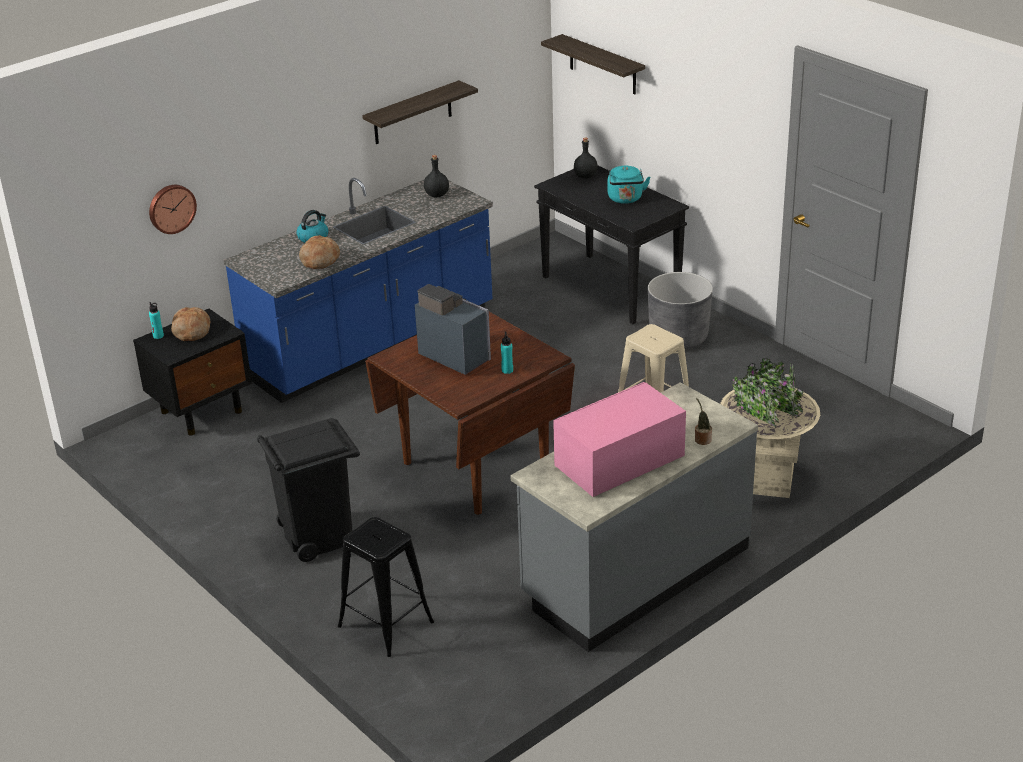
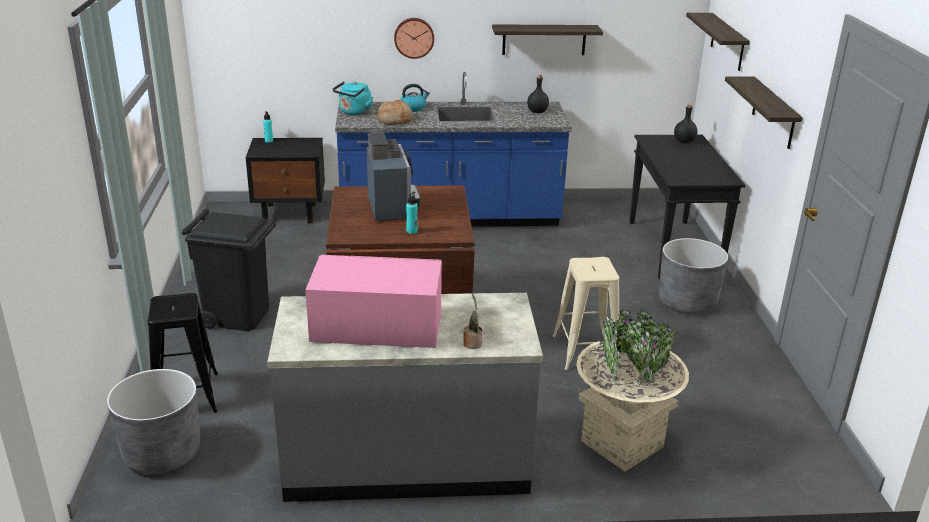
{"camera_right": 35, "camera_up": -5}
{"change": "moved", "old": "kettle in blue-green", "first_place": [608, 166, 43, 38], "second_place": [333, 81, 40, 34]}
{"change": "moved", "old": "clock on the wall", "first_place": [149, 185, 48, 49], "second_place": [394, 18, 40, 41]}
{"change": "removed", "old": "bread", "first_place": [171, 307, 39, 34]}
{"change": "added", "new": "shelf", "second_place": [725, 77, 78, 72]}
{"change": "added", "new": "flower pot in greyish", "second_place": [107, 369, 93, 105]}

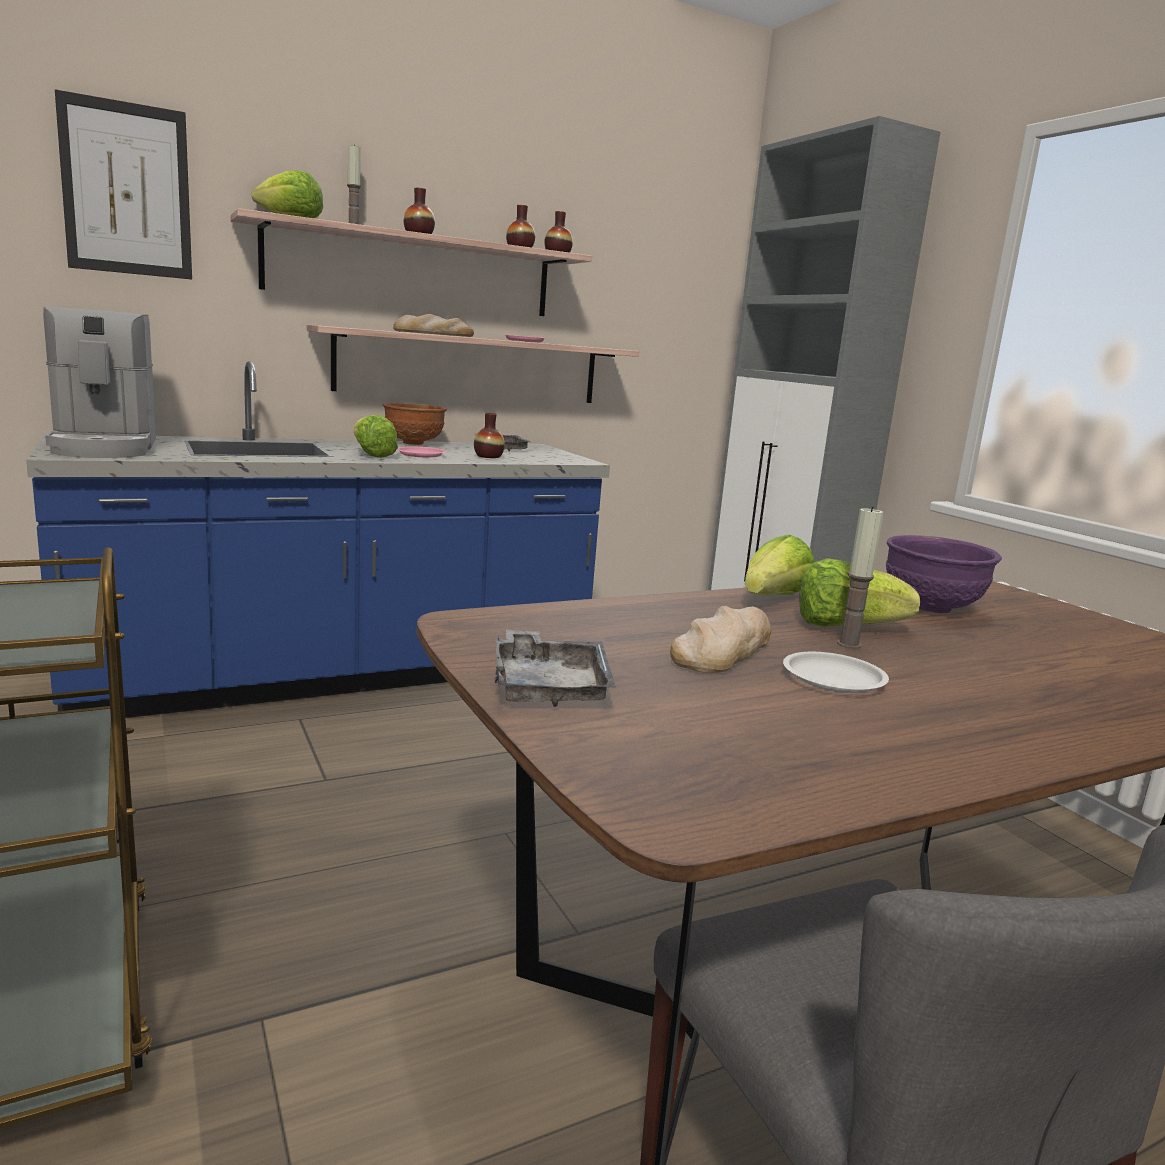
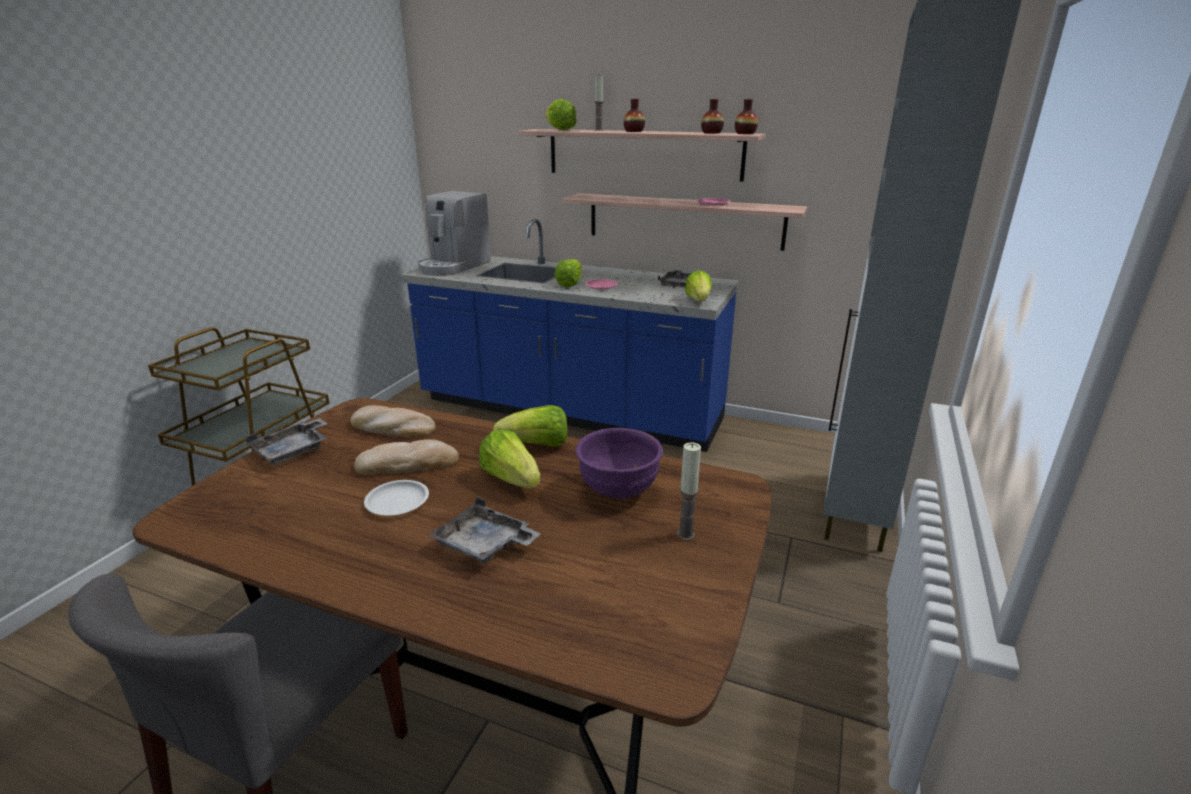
{"camera_right": 50, "camera_up": 10}
{"change": "removed", "old": "wall picture", "first_place": [55, 89, 137, 190]}
{"change": "moved", "old": "bread", "first_place": [393, 314, 81, 23], "second_place": [350, 405, 86, 33]}
{"change": "removed", "old": "bowl in brownish", "first_place": [383, 403, 64, 42]}
{"change": "removed", "old": "vase", "first_place": [474, 413, 31, 45]}
{"change": "moved", "old": "candle", "first_place": [837, 506, 47, 143], "second_place": [677, 442, 24, 99]}
{"change": "added", "new": "lettuce", "second_place": [685, 270, 27, 31]}
{"change": "added", "new": "serving tray in greyish", "second_place": [429, 497, 112, 66]}

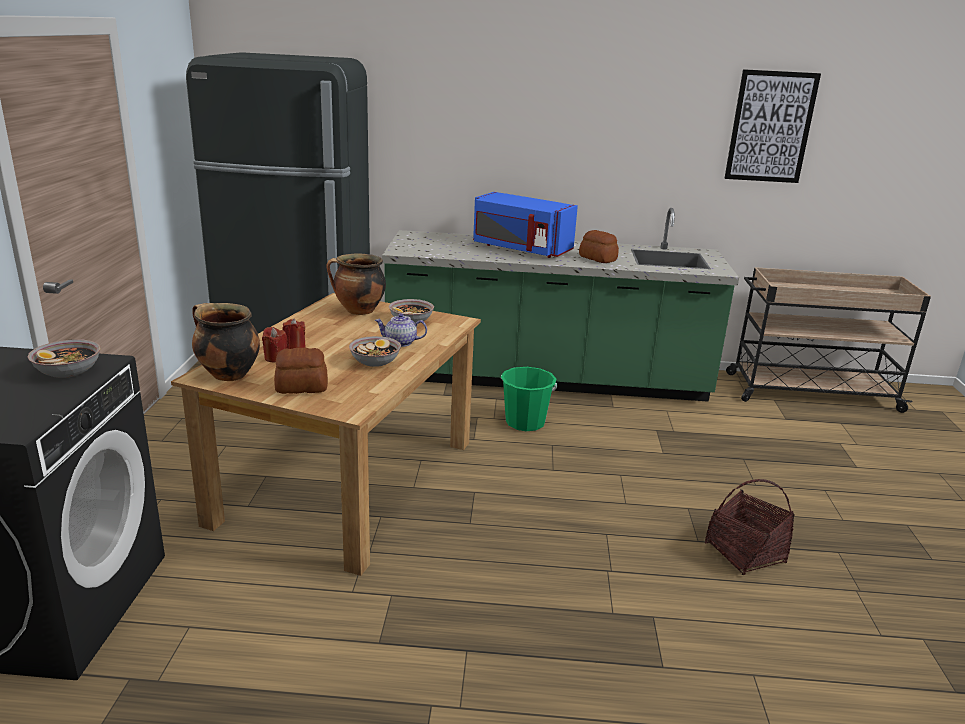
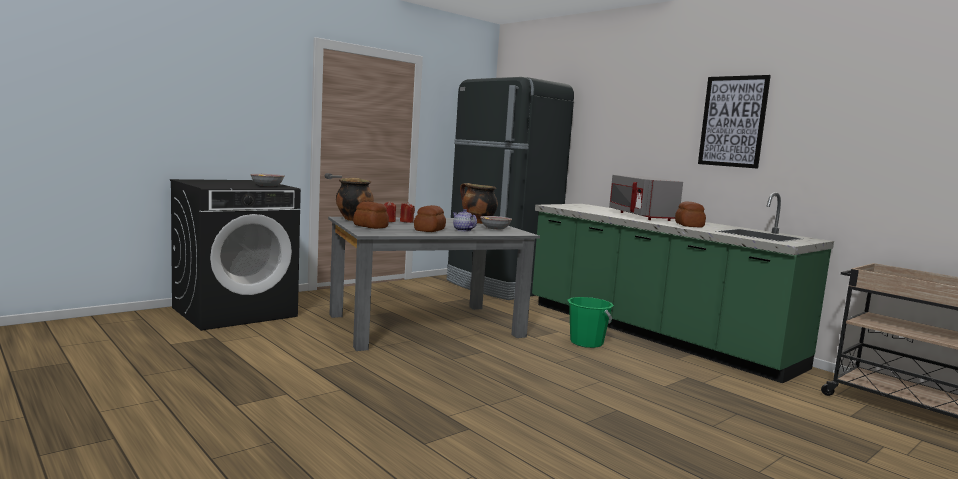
{"camera_right": 45, "camera_up": -15}
{"change": "moved", "old": "wall picture", "first_place": [725, 69, 96, 114], "second_place": [698, 75, 73, 94]}
{"change": "recoloured", "old": "microwave in bluish", "new": "microwave in greyish", "first_place": [473, 192, 105, 66], "second_place": [609, 175, 74, 46]}
{"change": "recoloured", "old": "kitchen table in brownish", "new": "kitchen table in greyish", "first_place": [171, 293, 310, 283], "second_place": [328, 217, 212, 134]}
{"change": "replaced", "old": "bowl", "new": "bread", "first_place": [349, 336, 52, 31], "second_place": [414, 205, 32, 27]}
{"change": "removed", "old": "storage basket", "first_place": [705, 479, 90, 96]}

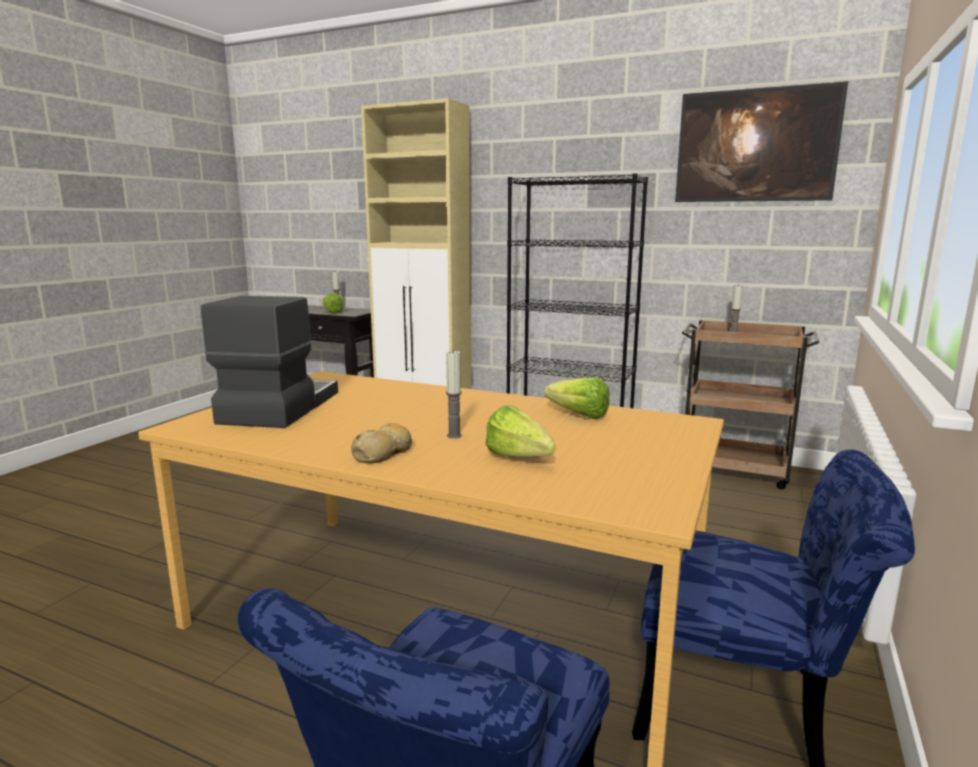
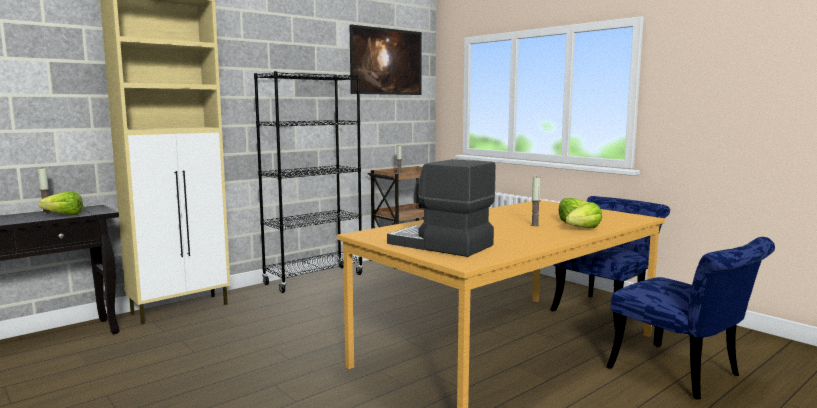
{"camera_right": -65, "camera_up": -5}
{"change": "moved", "old": "lettuce", "first_place": [545, 377, 64, 42], "second_place": [566, 202, 36, 26]}
{"change": "removed", "old": "bread", "first_place": [351, 423, 61, 41]}

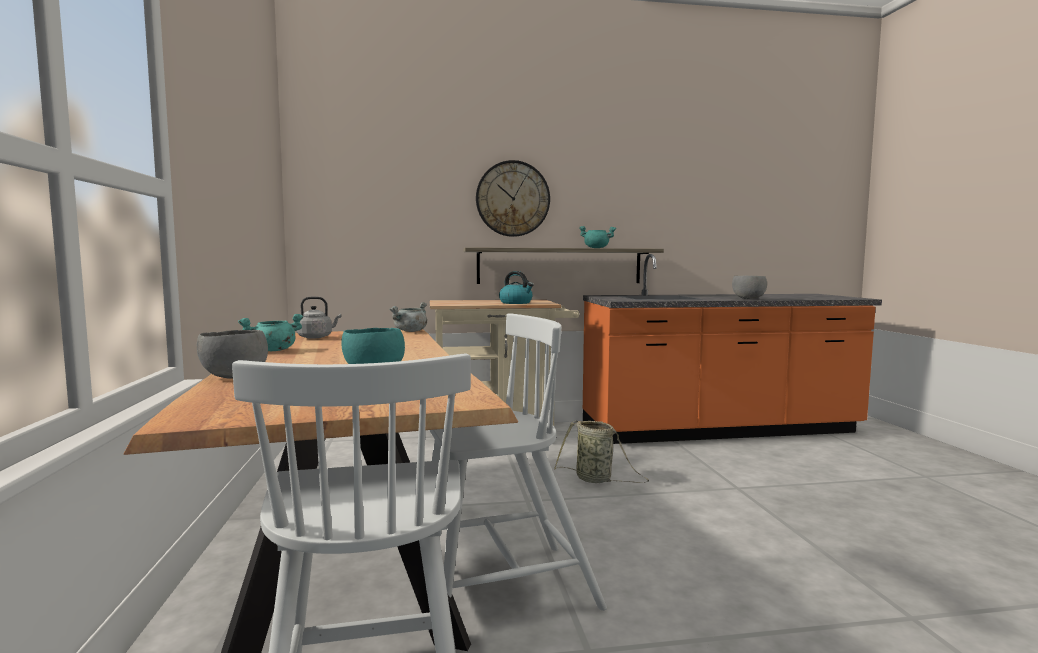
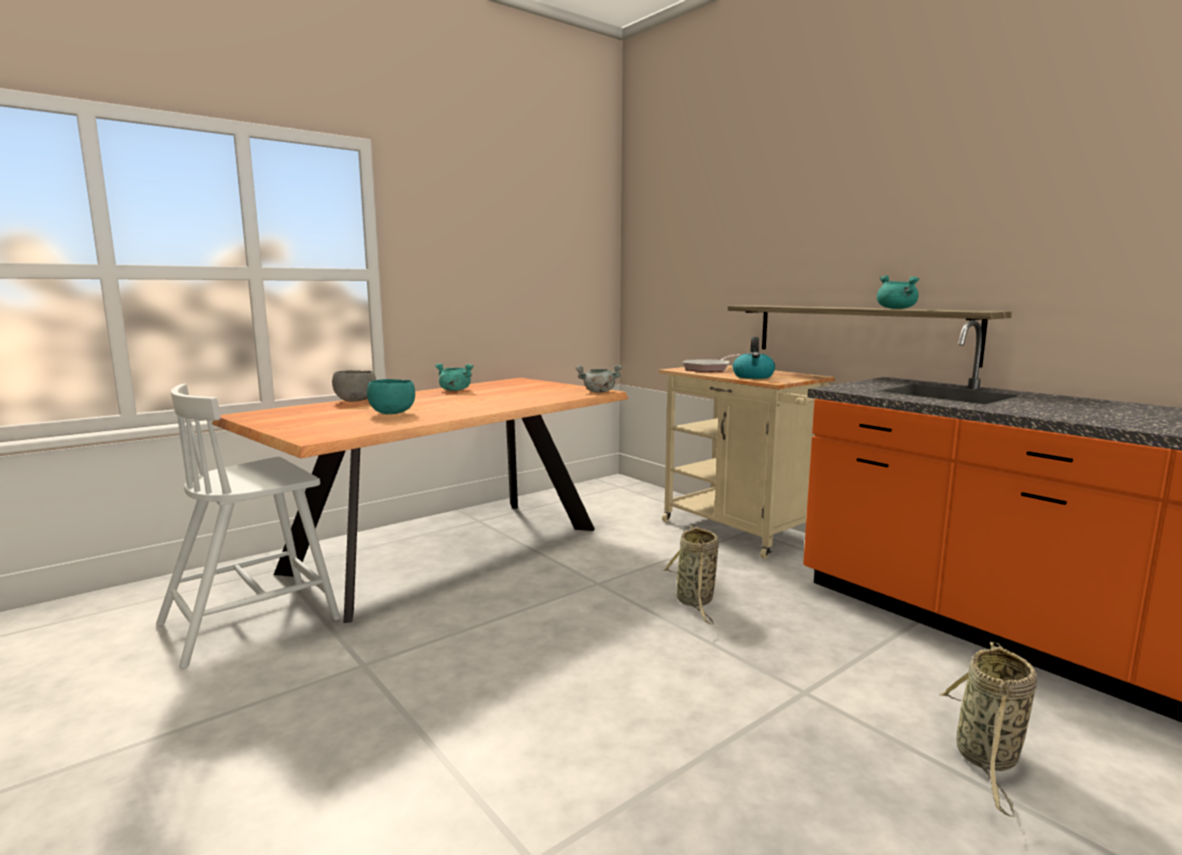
{"camera_right": 60, "camera_up": 5}
{"change": "removed", "old": "clock on the wall", "first_place": [476, 160, 74, 77]}
{"change": "removed", "old": "bowl in greyish", "first_place": [732, 276, 35, 23]}
{"change": "removed", "old": "kettle in greyish", "first_place": [297, 297, 45, 42]}
{"change": "removed", "old": "upright chair in whitish", "first_place": [429, 313, 178, 298]}
{"change": "added", "new": "pan", "second_place": [683, 354, 58, 18]}
{"change": "added", "new": "storage basket", "second_place": [940, 642, 97, 175]}

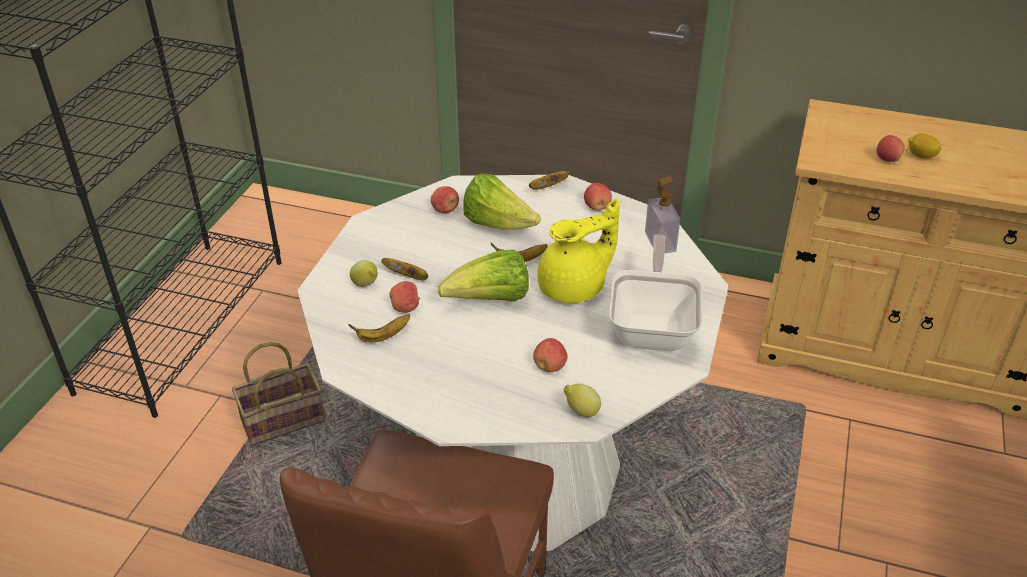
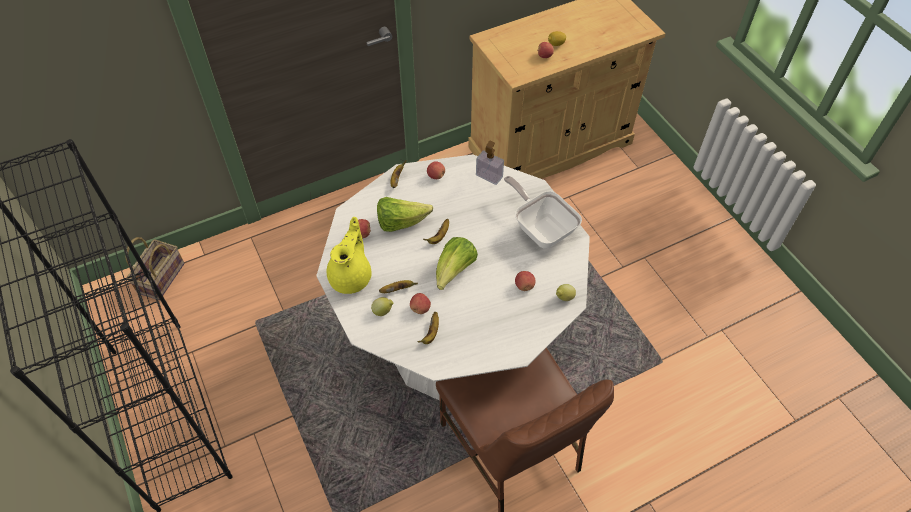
{"camera_right": -45, "camera_up": 15}
{"change": "moved", "old": "tea pot in yellow", "first_place": [537, 198, 83, 105], "second_place": [327, 217, 45, 77]}
{"change": "moved", "old": "storage basket", "first_place": [232, 342, 93, 104], "second_place": [125, 237, 59, 63]}

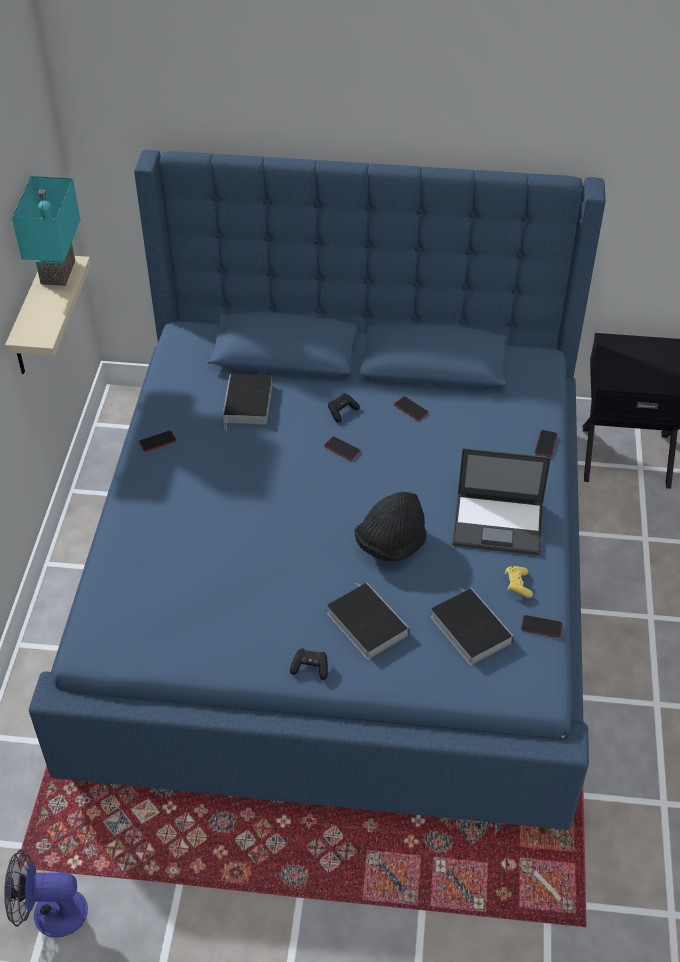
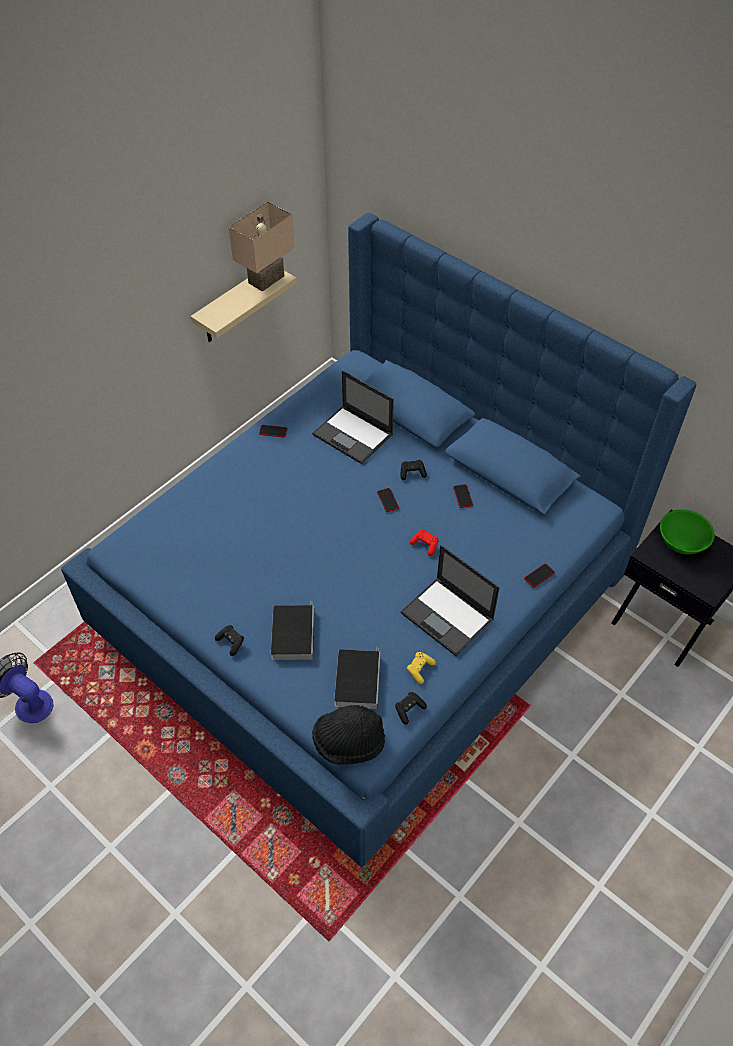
{"camera_right": 35, "camera_up": 5}
{"change": "recoloured", "old": "tabletop lamp in blue-green", "new": "tabletop lamp in beige-coloured", "first_place": [12, 176, 68, 110], "second_place": [229, 202, 66, 90]}
{"change": "replaced", "old": "volume", "new": "portable computer", "first_place": [223, 374, 50, 57], "second_place": [312, 371, 82, 93]}
{"change": "moved", "old": "hat in blackish", "first_place": [354, 491, 73, 71], "second_place": [312, 705, 73, 60]}
{"change": "replaced", "old": "handset", "new": "joypad in blackish", "first_place": [521, 615, 41, 23], "second_place": [395, 692, 32, 33]}
{"change": "added", "new": "bowl in greenish", "second_place": [660, 509, 55, 45]}
{"change": "added", "new": "joypad in red", "second_place": [410, 529, 29, 27]}

